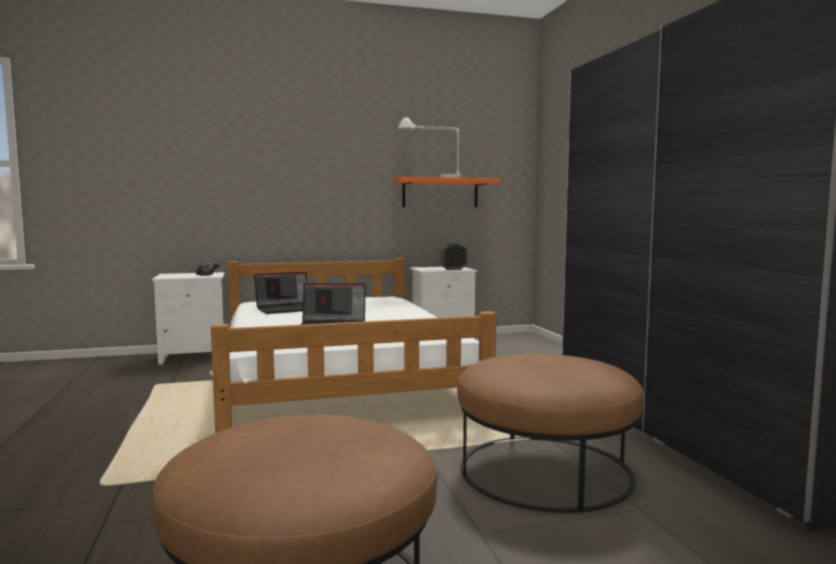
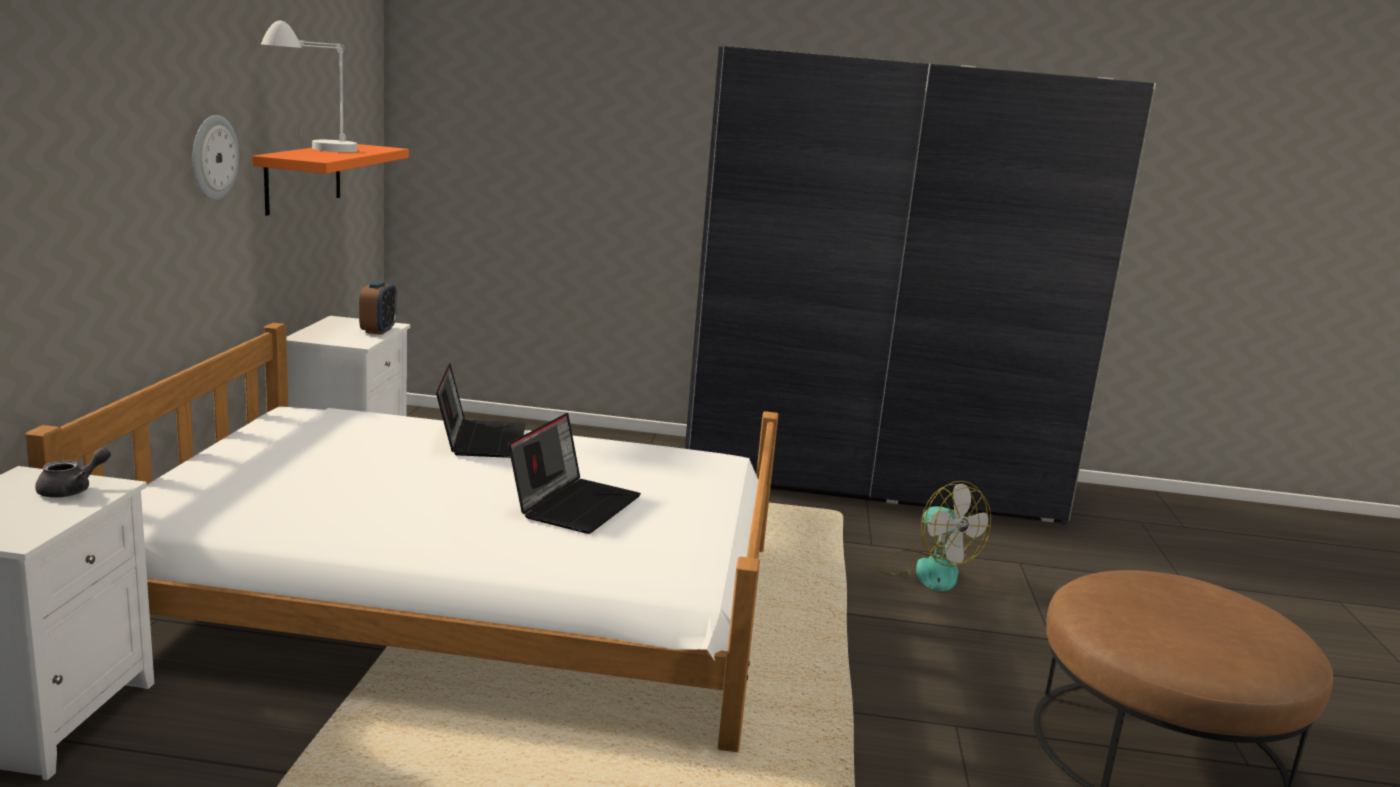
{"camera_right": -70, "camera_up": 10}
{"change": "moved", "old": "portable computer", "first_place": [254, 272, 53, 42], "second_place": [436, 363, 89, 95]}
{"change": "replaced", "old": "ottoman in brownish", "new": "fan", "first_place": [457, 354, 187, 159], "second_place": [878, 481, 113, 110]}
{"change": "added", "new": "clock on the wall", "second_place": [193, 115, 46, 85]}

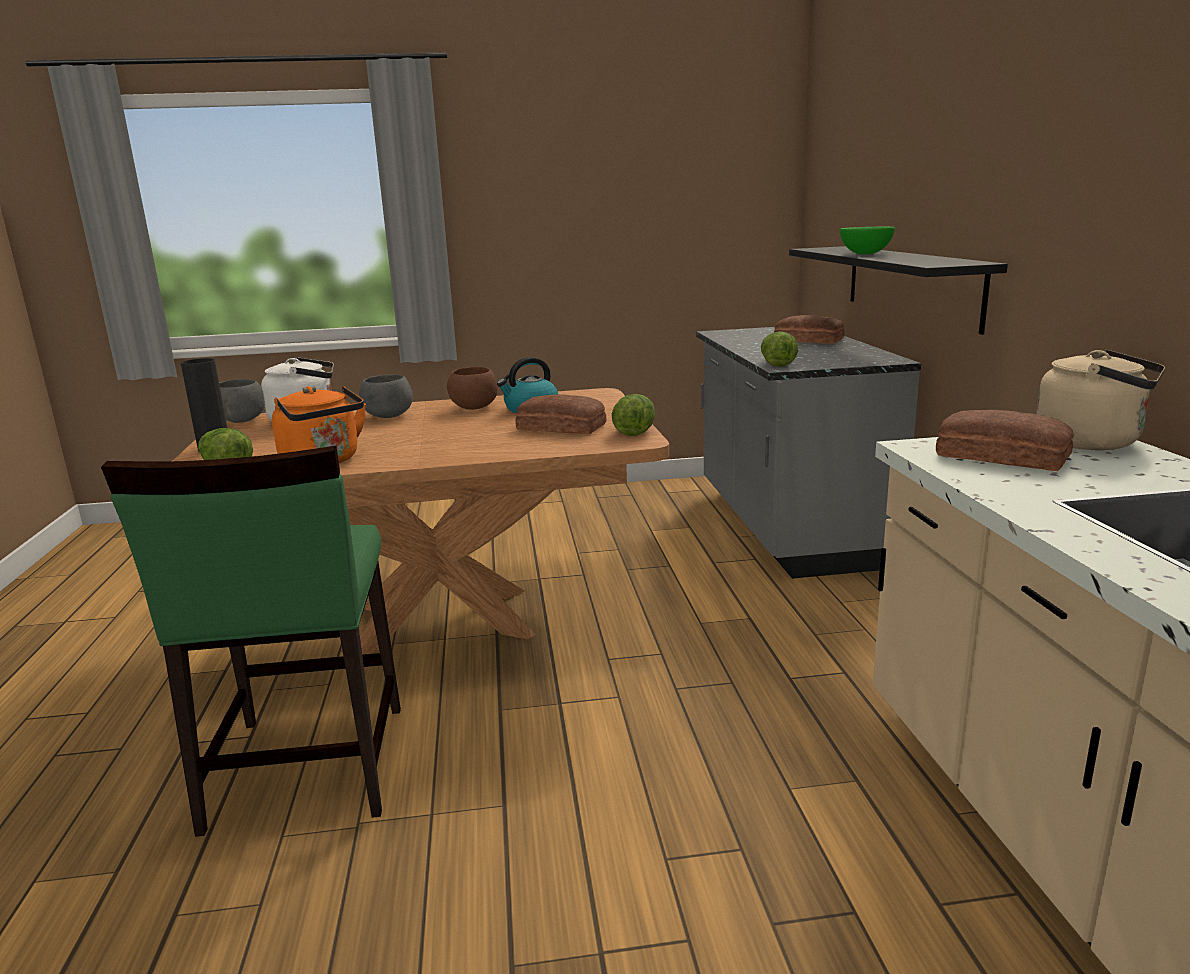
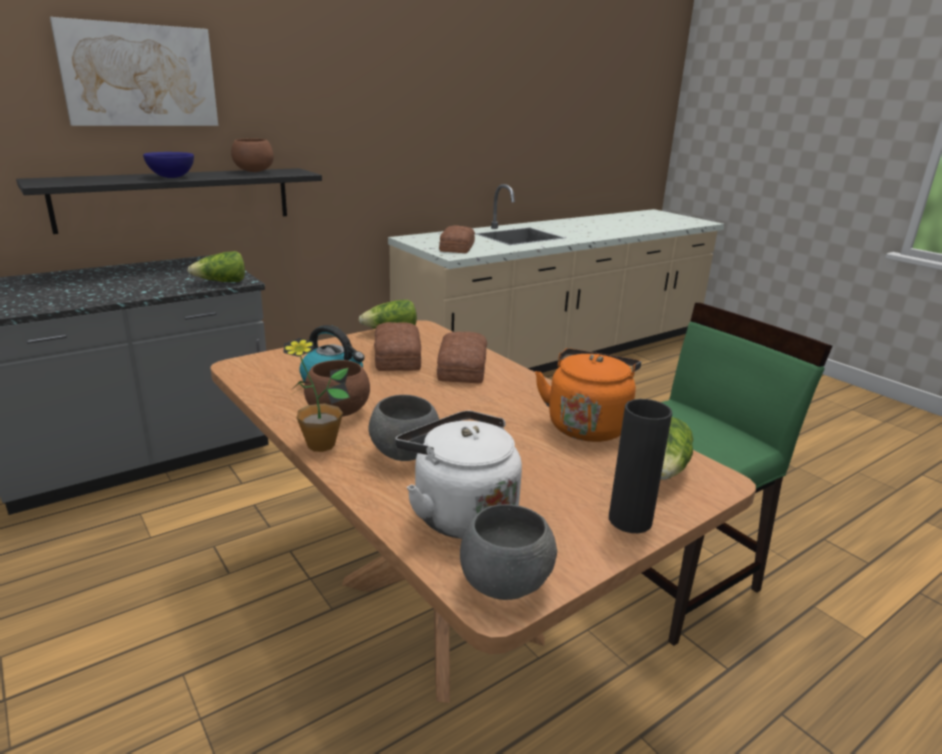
{"camera_right": -120, "camera_up": 5}
{"change": "recoloured", "old": "bowl in greenish", "new": "bowl in bluish", "first_place": [840, 227, 55, 28], "second_place": [143, 152, 51, 26]}
{"change": "moved", "old": "bread", "first_place": [774, 315, 71, 29], "second_place": [437, 332, 50, 51]}
{"change": "removed", "old": "kettle in beige-coloured", "first_place": [1036, 350, 129, 100]}
{"change": "added", "new": "wall picture", "second_place": [50, 17, 168, 109]}
{"change": "added", "new": "bowl in brownish", "second_place": [231, 139, 43, 33]}
{"change": "added", "new": "plant in a pot", "second_place": [283, 338, 67, 114]}

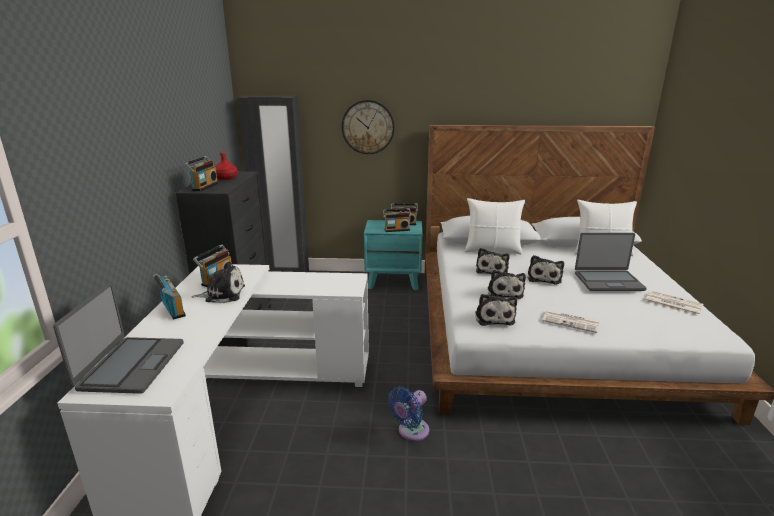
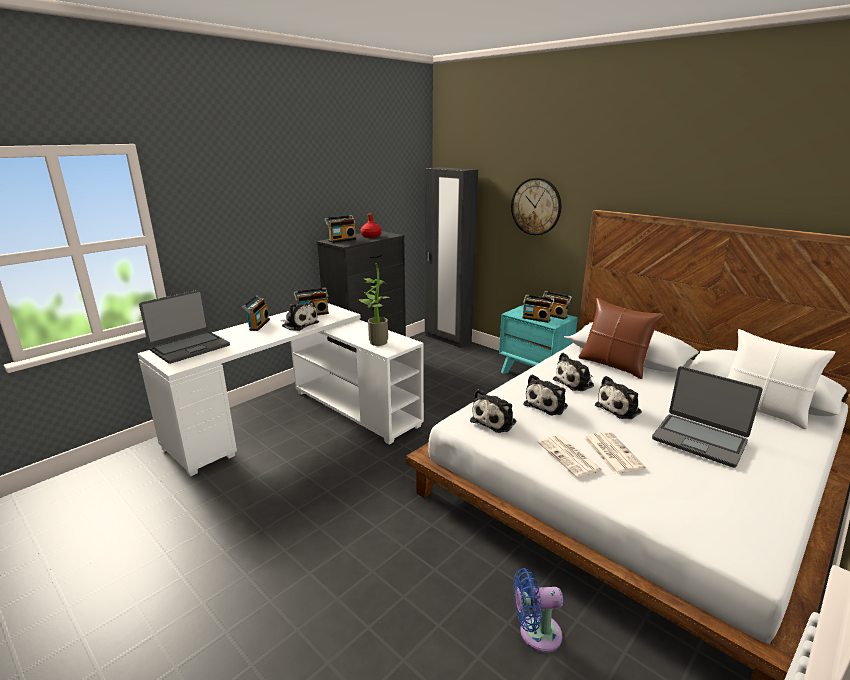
{"camera_right": 40, "camera_up": 0}
{"change": "recoloured", "old": "cushion in whitish", "new": "cushion in brownish", "first_place": [465, 198, 60, 56], "second_place": [579, 298, 84, 81]}
{"change": "moved", "old": "newspaper", "first_place": [645, 291, 59, 25], "second_place": [584, 432, 62, 42]}
{"change": "moved", "old": "fan in bluish", "first_place": [388, 387, 41, 54], "second_place": [514, 568, 49, 85]}
{"change": "added", "new": "plant in a pot", "second_place": [357, 263, 33, 83]}

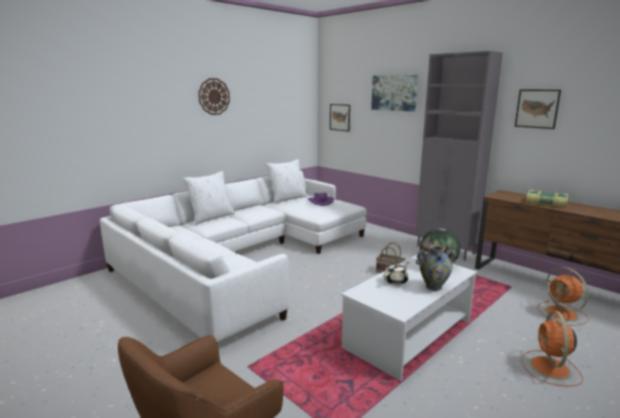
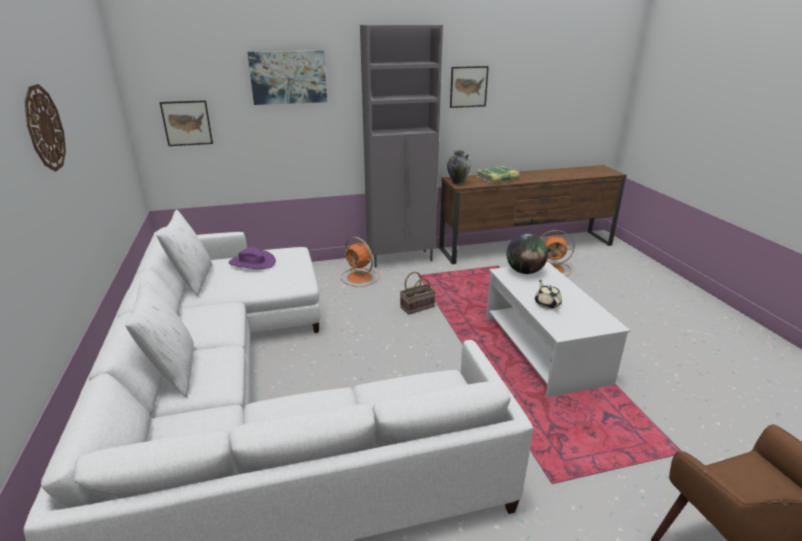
{"camera_right": -60, "camera_up": 10}
{"change": "moved", "old": "vase", "first_place": [416, 245, 41, 46], "second_place": [447, 150, 24, 35]}
{"change": "moved", "old": "fan in orange", "first_place": [522, 311, 61, 76], "second_place": [341, 237, 39, 50]}

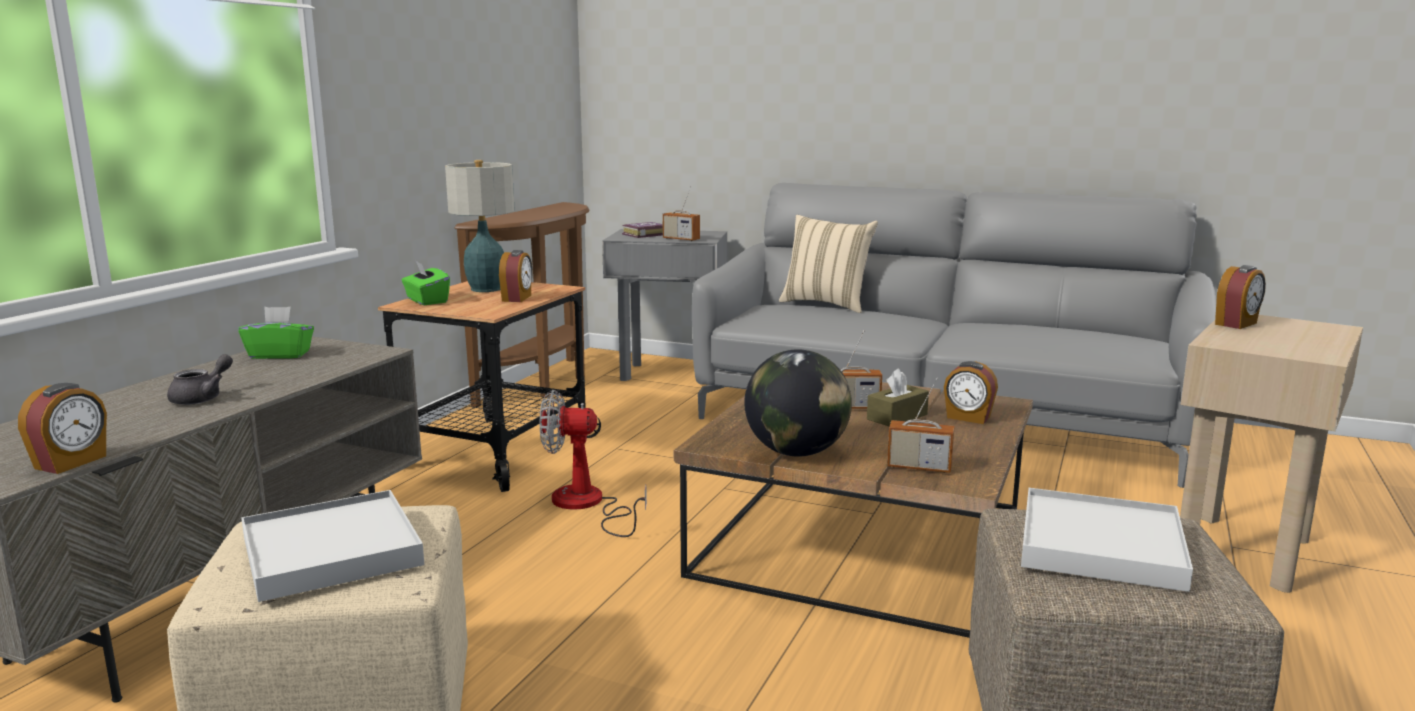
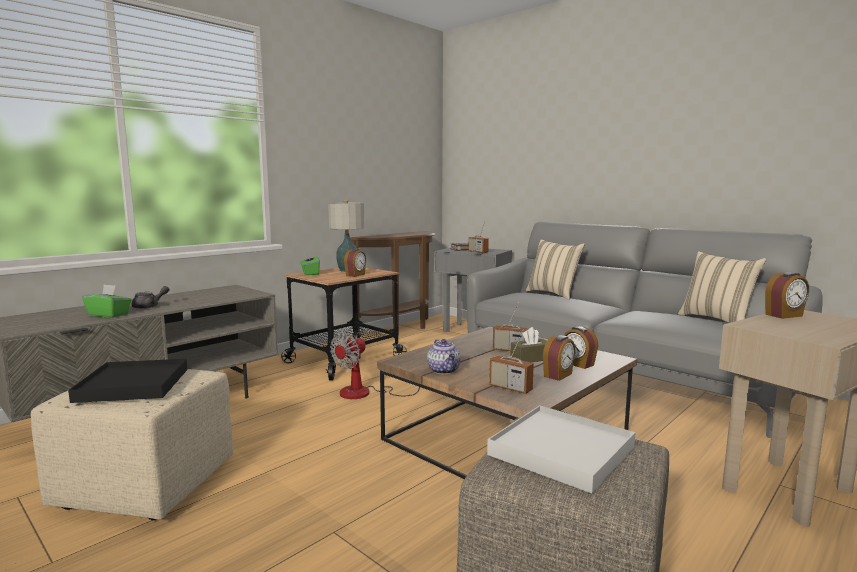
{"camera_right": 20, "camera_up": -5}
{"change": "moved", "old": "tissue box in greenish", "first_place": [238, 307, 76, 52], "second_place": [82, 285, 50, 33]}
{"change": "replaced", "old": "globe", "new": "tea pot", "first_place": [744, 349, 108, 108], "second_place": [427, 339, 34, 35]}
{"change": "moved", "old": "alarm clock", "first_place": [18, 383, 89, 91], "second_place": [543, 335, 32, 46]}
{"change": "turned", "old": "fan", "first_place": [540, 390, 107, 147], "second_place": [330, 332, 90, 67], "degrees": -75}
{"change": "recoloured", "old": "serving tray in whitish", "new": "serving tray in blackish", "first_place": [241, 490, 183, 112], "second_place": [68, 359, 119, 44]}
{"change": "added", "new": "cushion in beige-coloured", "second_place": [678, 251, 88, 72]}

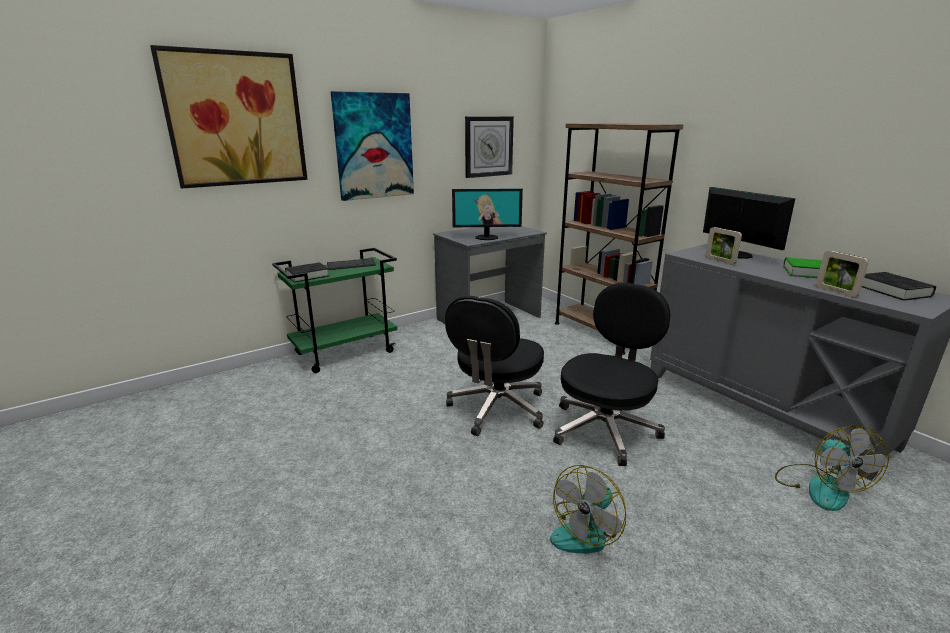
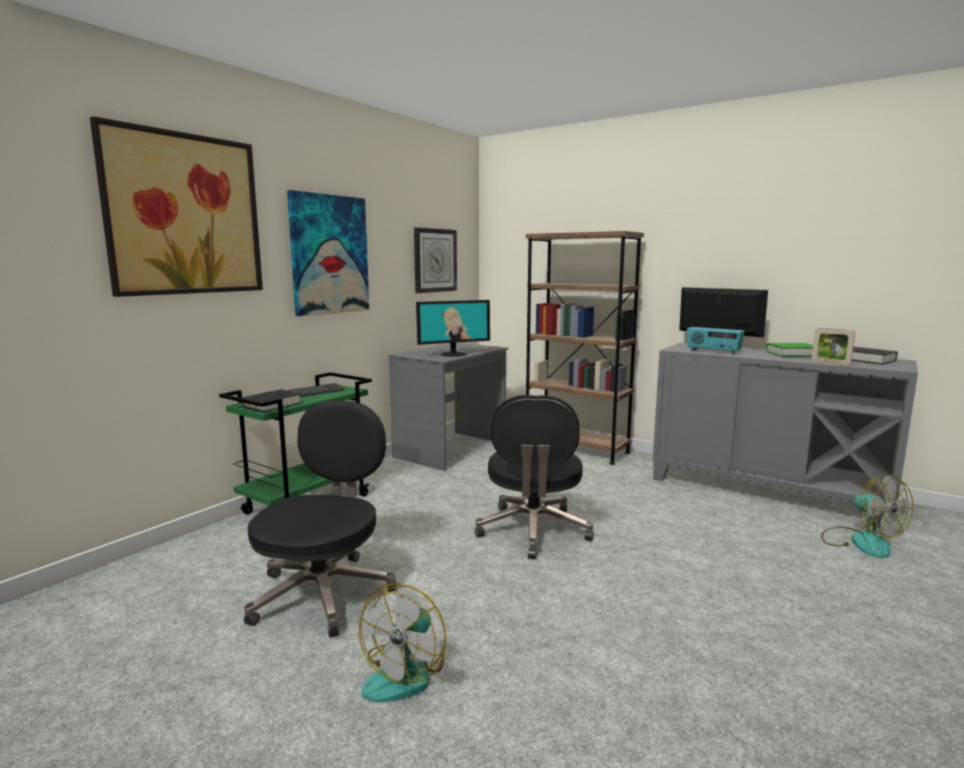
{"camera_right": -20, "camera_up": -10}
{"change": "replaced", "old": "picture frame", "new": "radio receiver", "first_place": [705, 227, 37, 38], "second_place": [687, 327, 57, 28]}
{"change": "moved", "old": "desk chair in blackish", "first_place": [553, 283, 118, 183], "second_place": [244, 400, 153, 237]}
{"change": "moved", "old": "fan", "first_place": [550, 465, 76, 88], "second_place": [359, 584, 87, 118]}

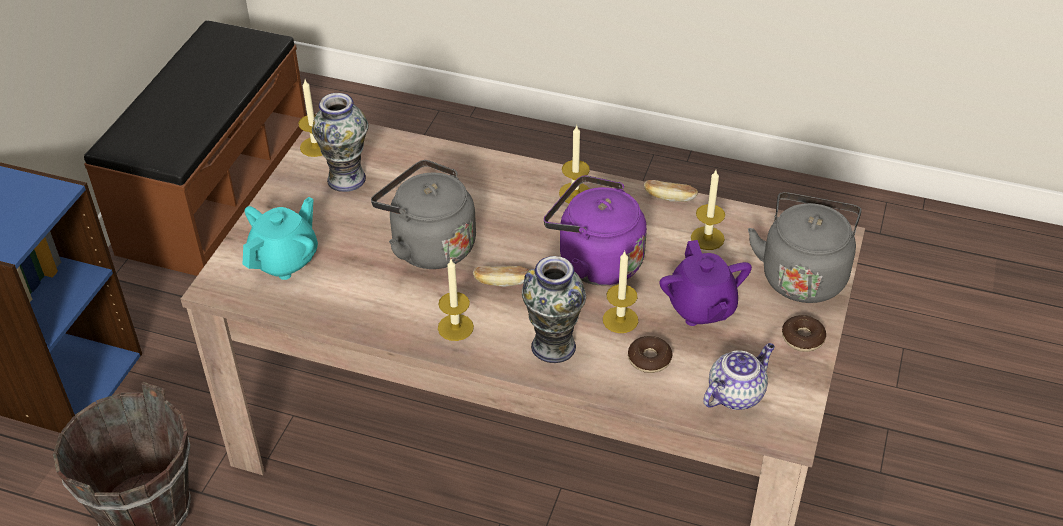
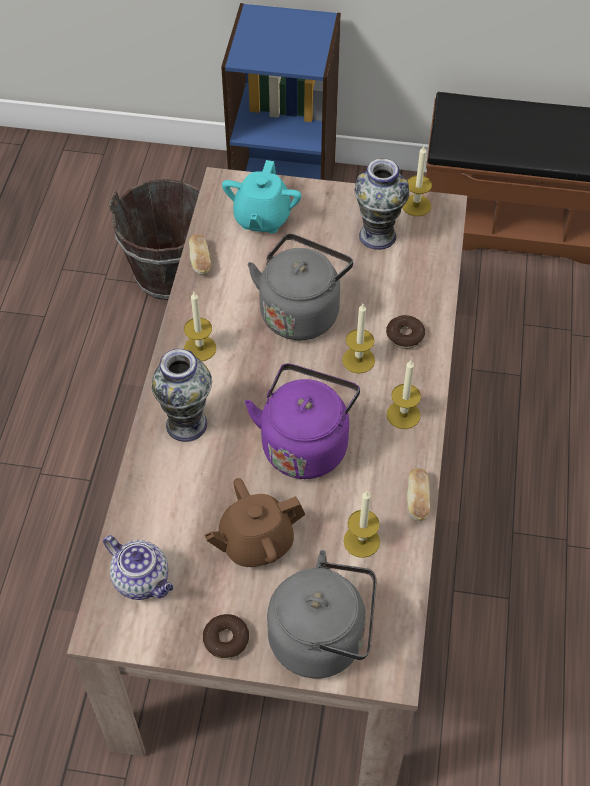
{"camera_right": 80, "camera_up": 10}
{"change": "turned", "old": "tea pot in blue-green", "first_place": [242, 197, 76, 83], "second_place": [222, 160, 80, 74], "degrees": 75}
{"change": "recoloured", "old": "tea pot in purple-coloured", "new": "tea pot in brownish", "first_place": [660, 240, 92, 86], "second_place": [204, 478, 101, 89]}
{"change": "moved", "old": "candle", "first_place": [603, 250, 35, 83], "second_place": [342, 304, 33, 69]}
{"change": "moved", "old": "bread", "first_place": [473, 266, 56, 21], "second_place": [189, 234, 22, 41]}
{"change": "moved", "old": "ring doughnut", "first_place": [628, 336, 44, 37], "second_place": [386, 315, 39, 34]}

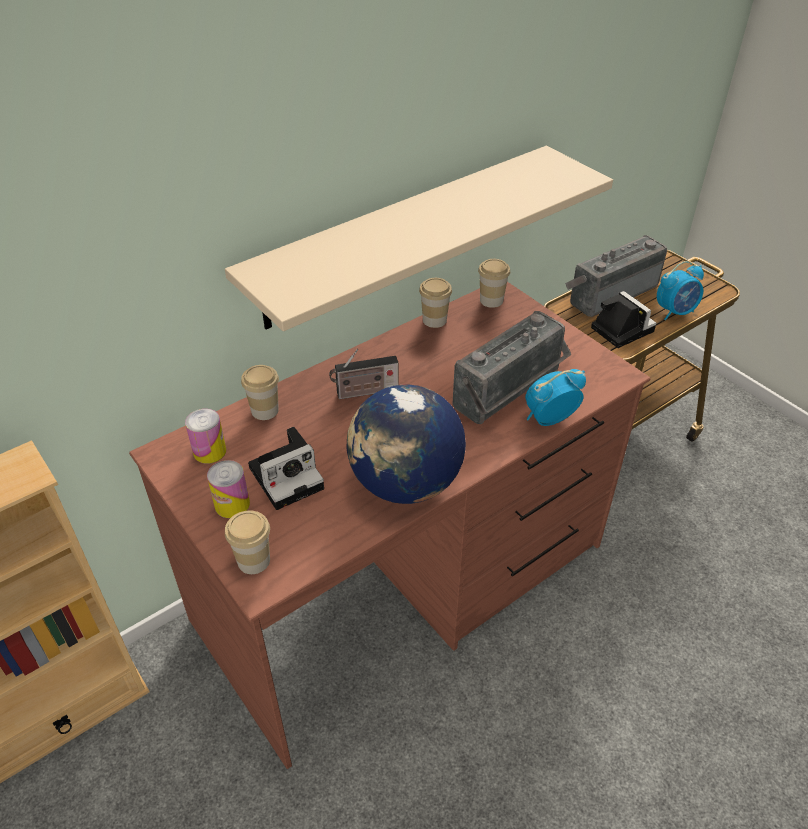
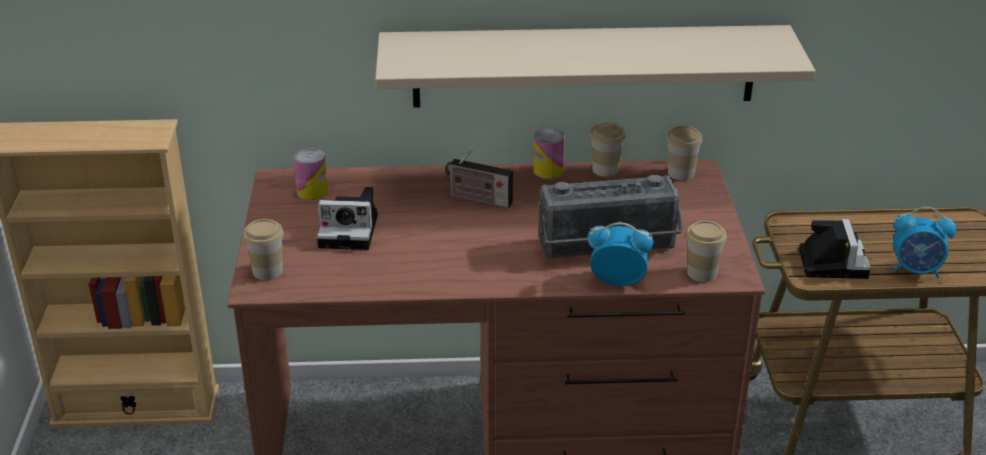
{"camera_right": 35, "camera_up": -10}
{"change": "removed", "old": "radio receiver", "first_place": [565, 235, 102, 82]}
{"change": "moved", "old": "cup", "first_place": [241, 365, 38, 55], "second_place": [686, 221, 41, 61]}
{"change": "removed", "old": "globe", "first_place": [347, 385, 119, 119]}
{"change": "moved", "old": "can", "first_place": [207, 460, 43, 58], "second_place": [534, 128, 31, 51]}

